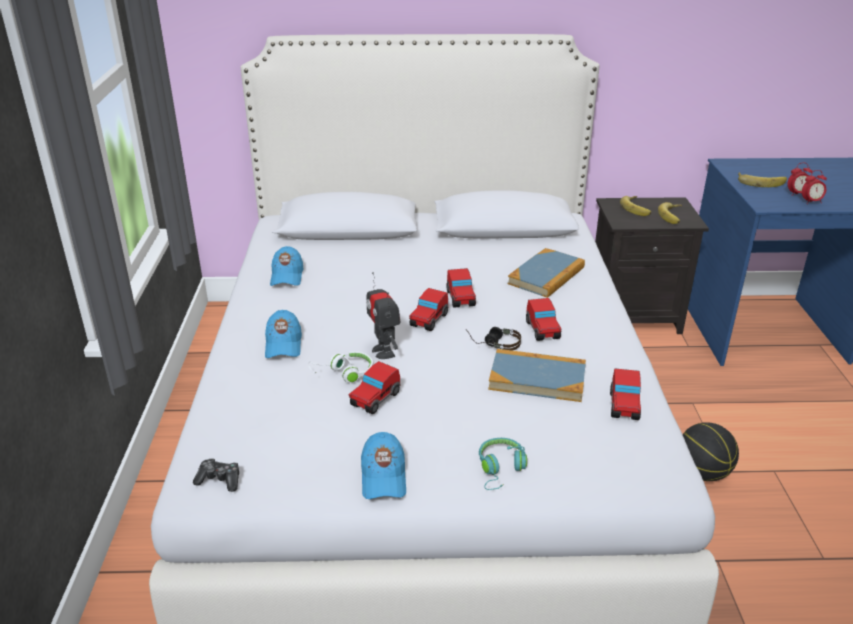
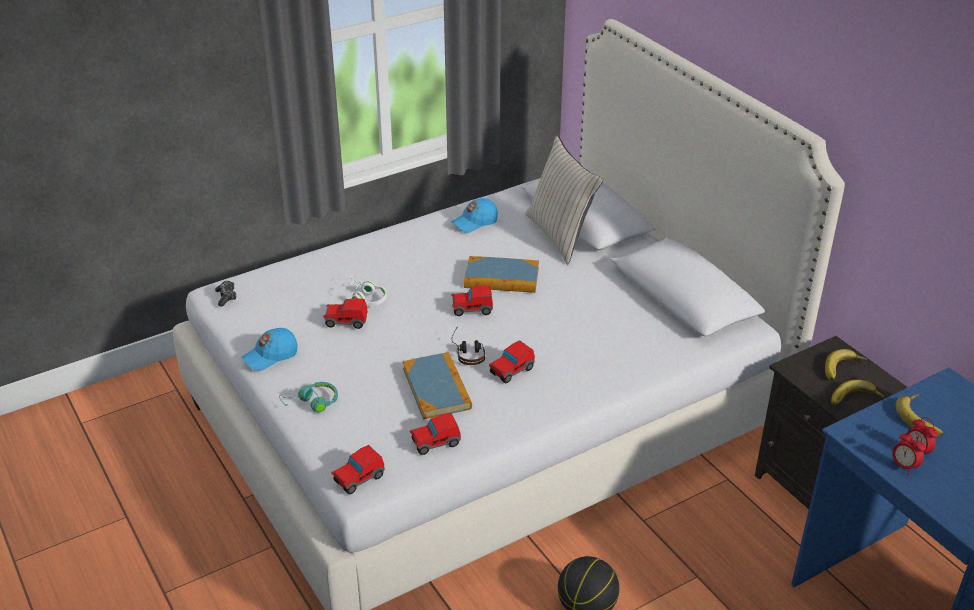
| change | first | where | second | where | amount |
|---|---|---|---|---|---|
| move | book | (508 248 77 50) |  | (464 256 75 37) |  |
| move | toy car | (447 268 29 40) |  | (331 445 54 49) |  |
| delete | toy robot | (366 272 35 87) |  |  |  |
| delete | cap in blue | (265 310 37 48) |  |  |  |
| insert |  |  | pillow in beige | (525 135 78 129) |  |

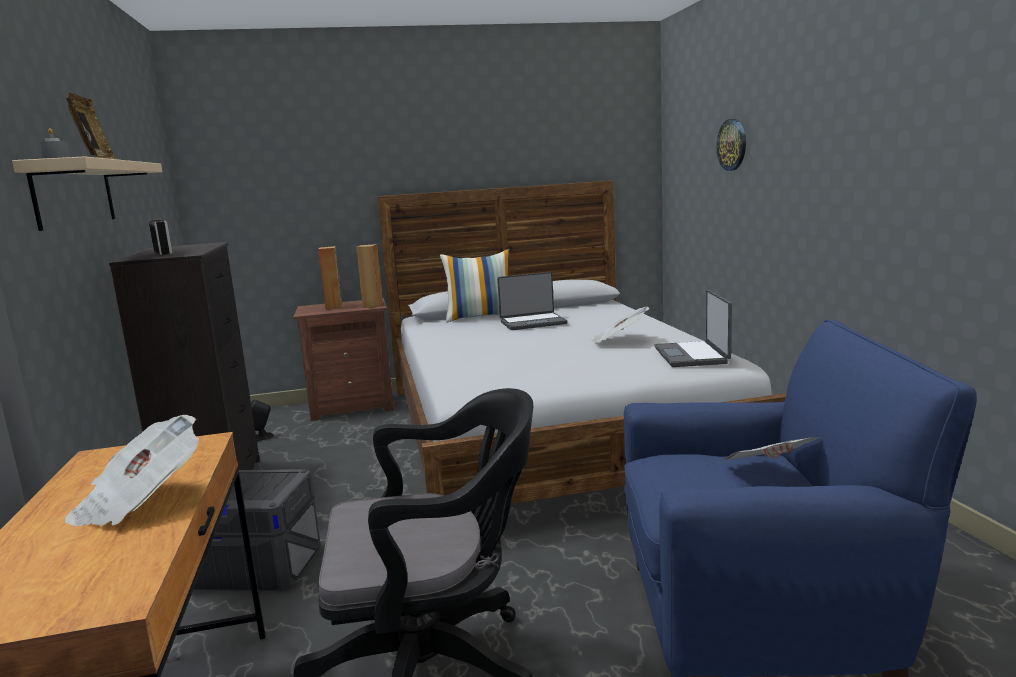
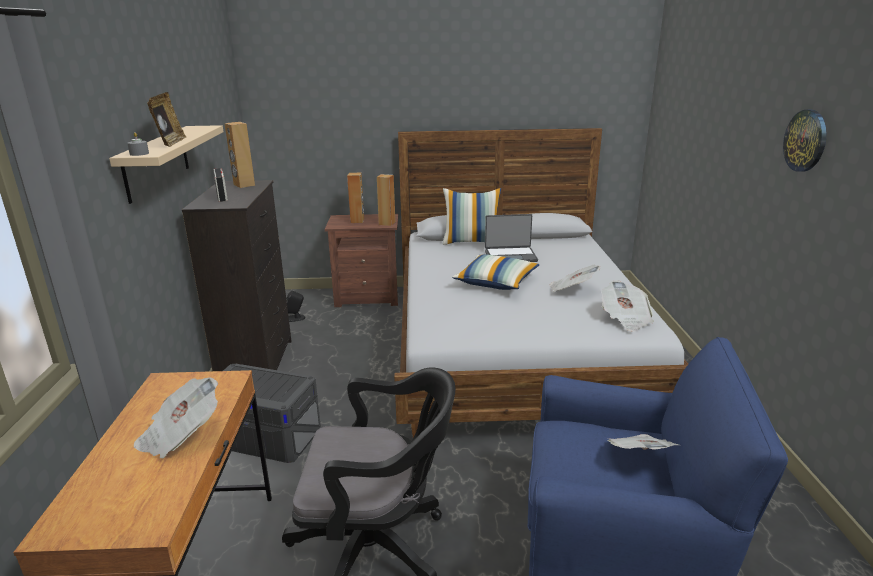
| change | first | where | second | where | amount |
|---|---|---|---|---|---|
| move | wall clock | (717 119 29 52) |  | (783 109 43 63) |  |
| replace | laptop | (654 290 78 77) | newspaper | (601 280 53 52) |  |
| insert |  |  | speaker in brown | (225 122 30 66) |  |
| insert |  |  | pillow | (452 254 87 36) |  |

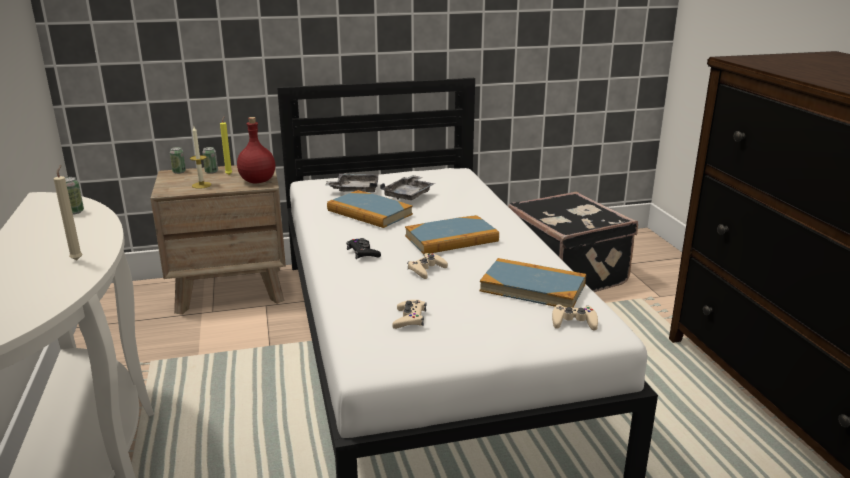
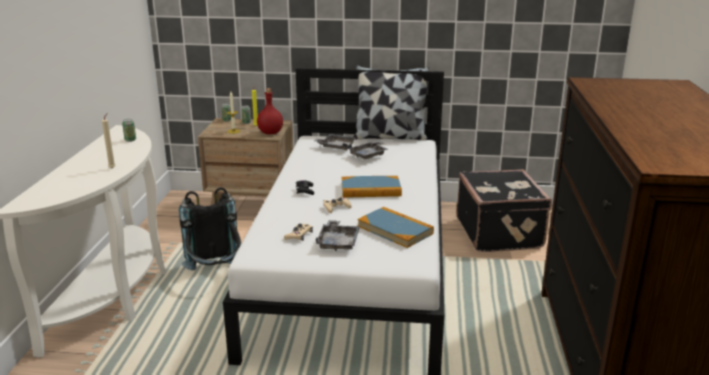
| change | first | where | second | where | amount |
|---|---|---|---|---|---|
| delete | book | (327 190 86 38) |  |  |  |
| delete | game controller in beige | (552 304 46 27) |  |  |  |
| insert |  |  | pillow | (353 65 76 76) |  |
| insert |  |  | backpack in black | (179 187 62 83) |  |
| insert |  |  | tray in grey | (316 220 44 31) |  |

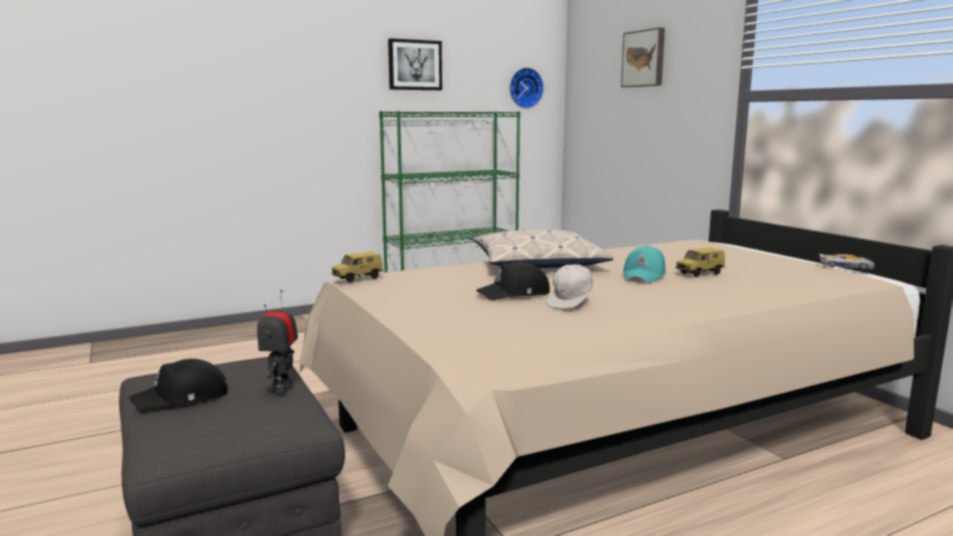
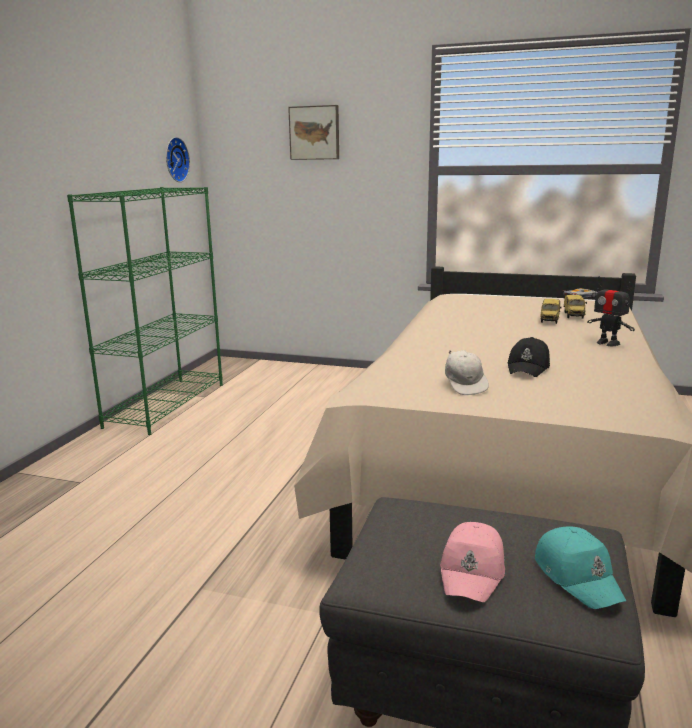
| change | first | where | second | where | amount |
|---|---|---|---|---|---|
| delete | picture | (388 38 54 52) |  |  |  |
| delete | pillow | (474 229 140 39) |  |  |  |
| move | cap in turquoise | (623 245 43 38) |  | (535 527 92 82) |  |
| move | toy car | (332 251 51 32) |  | (563 295 24 24) |  |
| move | cap in white | (546 264 47 45) |  | (445 350 44 45) |  |
| move | toy robot | (257 290 41 104) |  | (587 276 48 70) |  |
| recolor | cap in black | (129 359 99 51) | cap in pink | (440 522 65 80) |  |

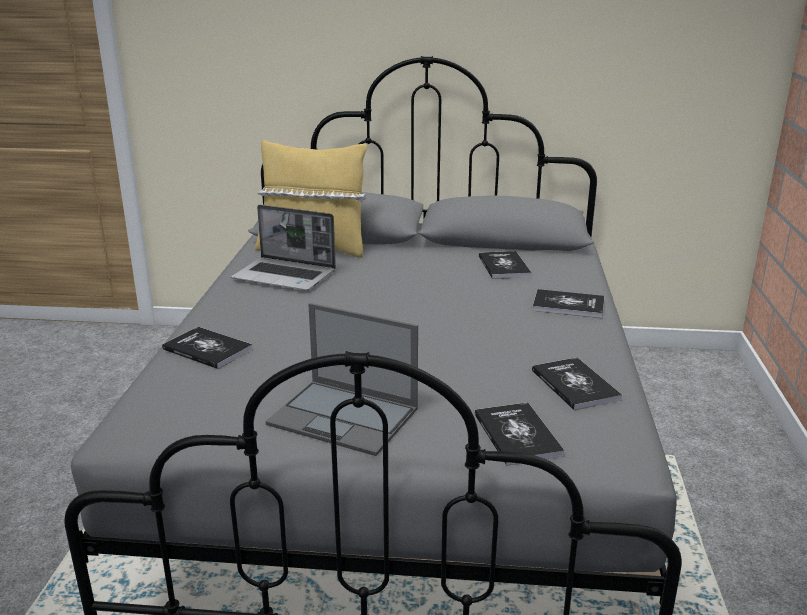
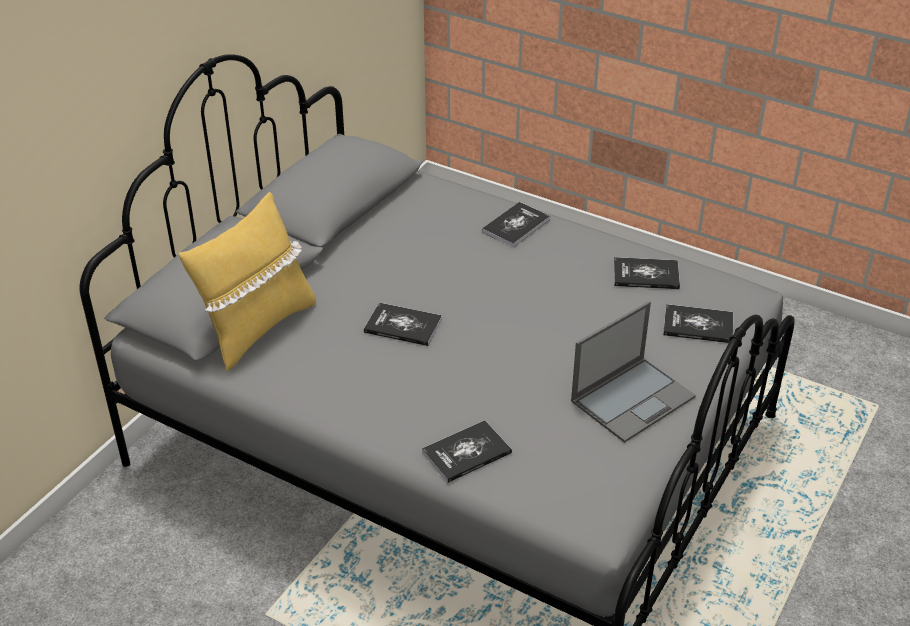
| change | first | where | second | where | amount |
|---|---|---|---|---|---|
| delete | laptop | (231 205 105 86) |  |  |  |
| move | book | (479 251 53 28) |  | (364 303 78 43) |  |

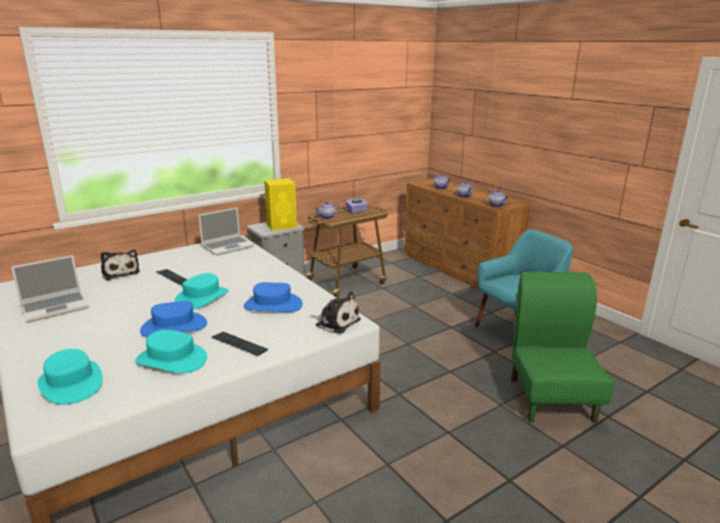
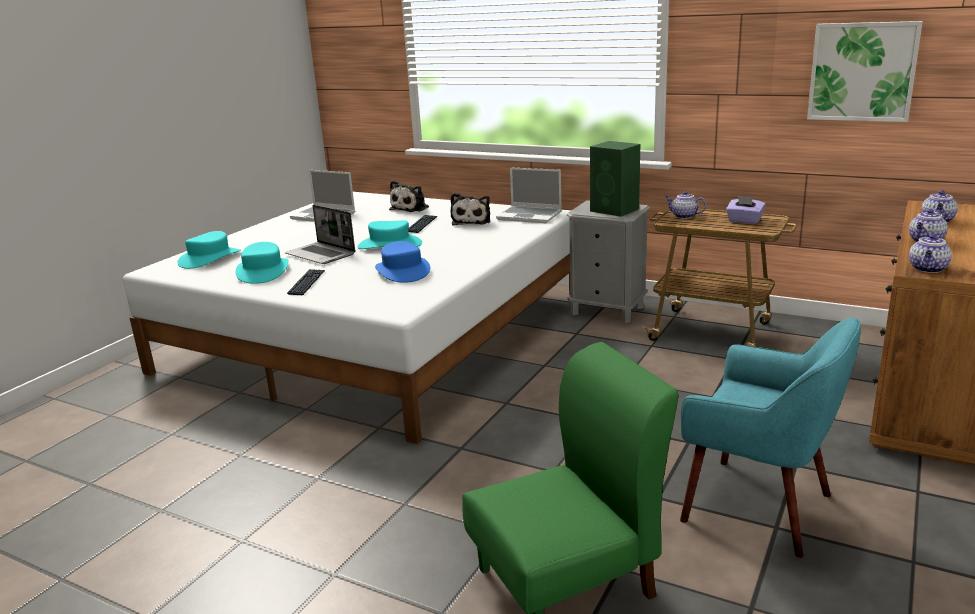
| change | first | where | second | where | amount |
|---|---|---|---|---|---|
| recolor | speaker in yellow | (264 178 33 52) | speaker in green | (590 141 50 76) |  |
| move | plush toy | (310 292 51 42) |  | (451 193 39 33) |  |
| replace | hat in blue | (140 301 67 36) | laptop | (285 205 70 59) |  |
| insert |  |  | picture | (807 21 116 101) |  |

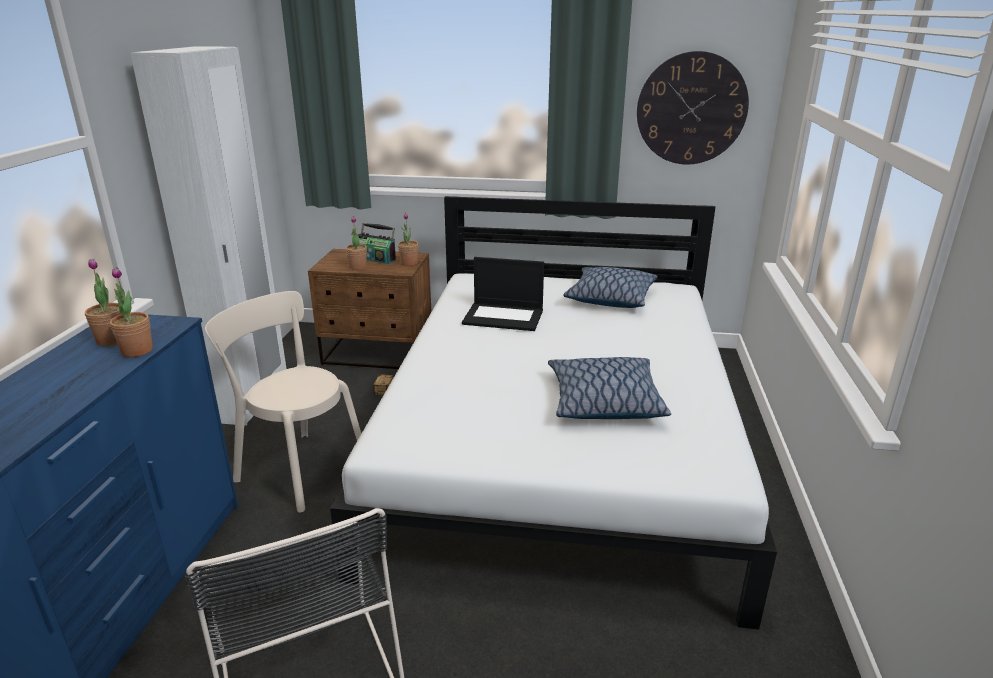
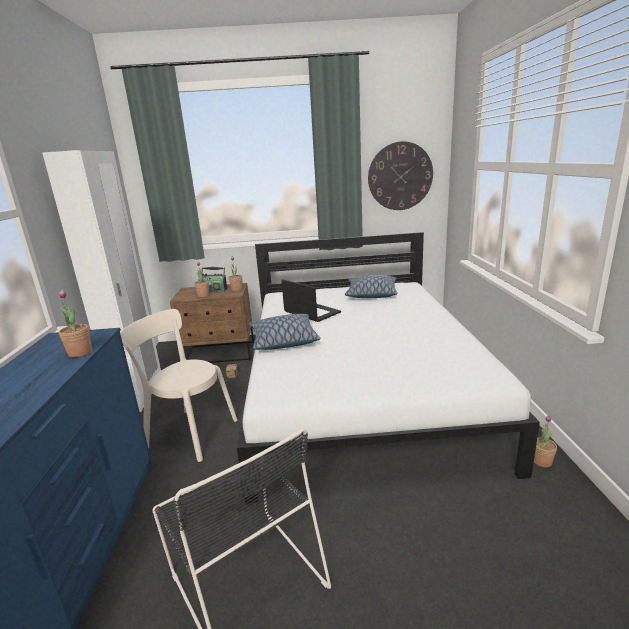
| change | first | where | second | where | amount |
|---|---|---|---|---|---|
| rotate | laptop | (462 257 82 74) |  | (281 279 60 43) | 135 degrees counterclockwise |
| move | potted plant | (85 259 36 87) |  | (534 415 23 52) |  |
| move | pillow | (548 357 123 62) |  | (249 314 71 36) |  |

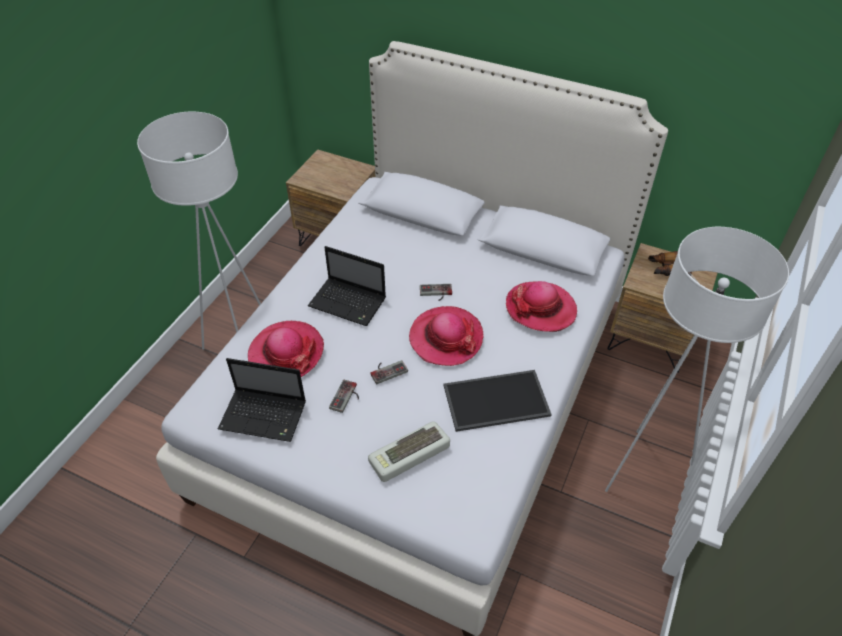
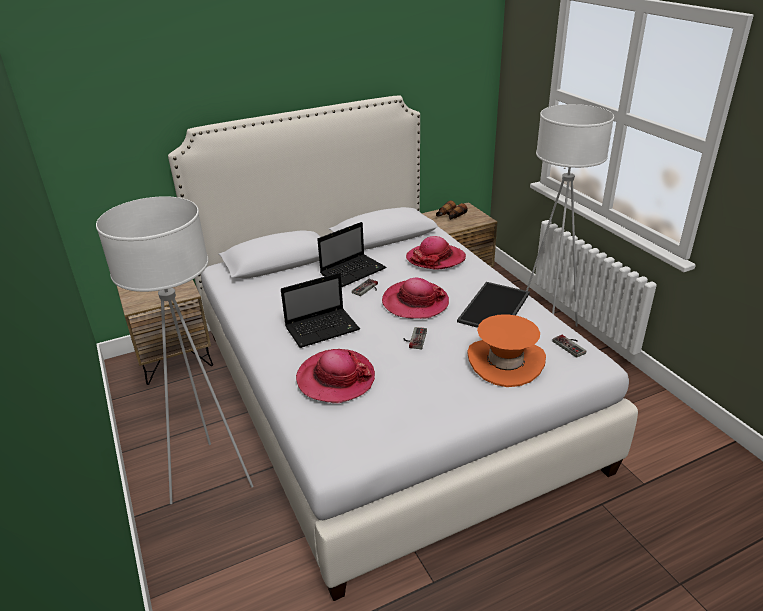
| change | first | where | second | where | amount |
|---|---|---|---|---|---|
| move | laptop | (218 358 88 84) |  | (317 222 69 65) |  |
| move | game controller | (329 379 30 34) |  | (552 335 34 23) |  |
| replace | keyboard | (368 421 82 61) | hat in orange | (467 314 79 73) |  |

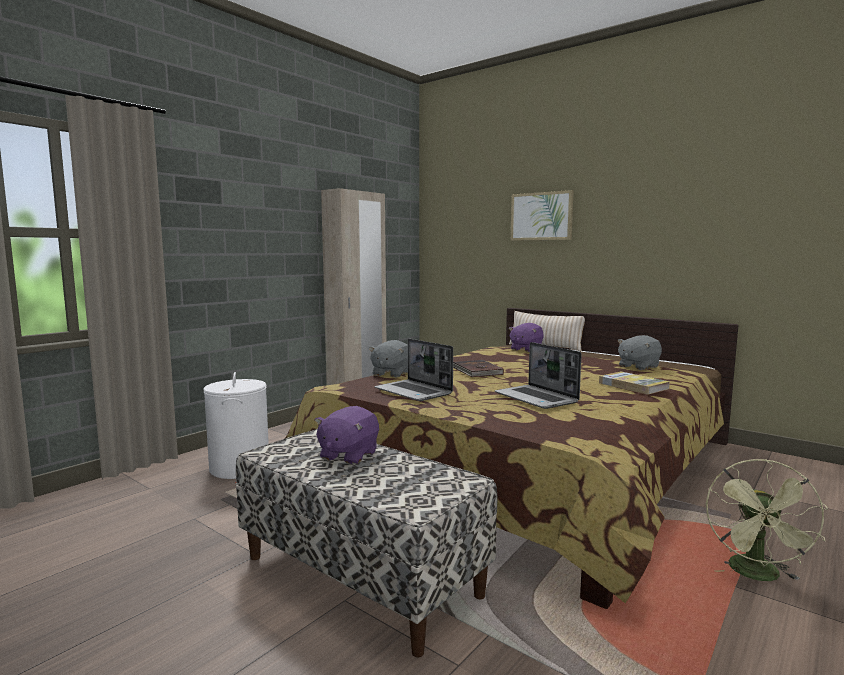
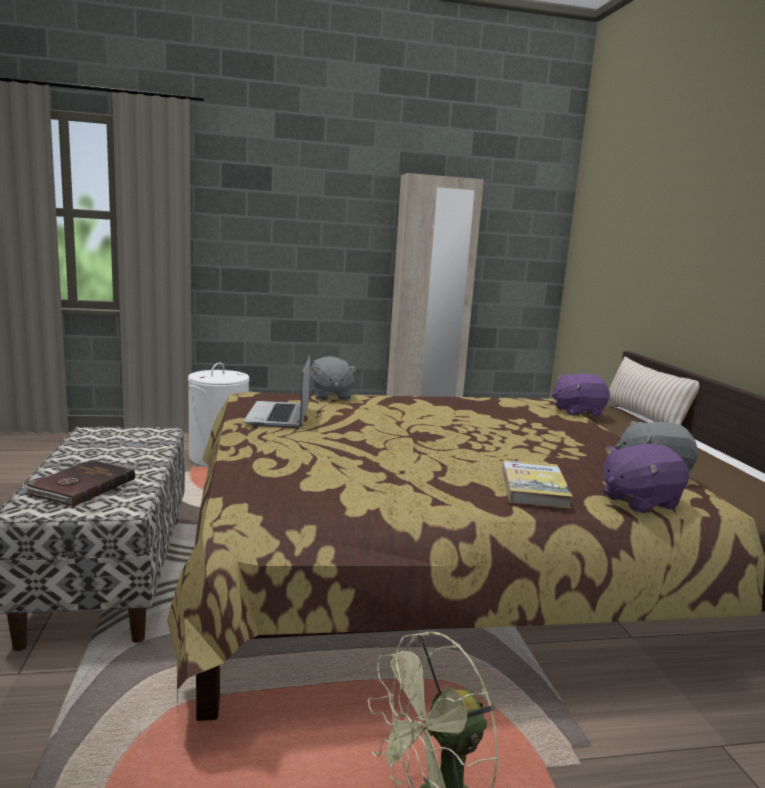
| change | first | where | second | where | amount |
|---|---|---|---|---|---|
| delete | picture | (511 190 63 51) |  |  |  |
| rotate | plush toy in grey | (368 340 40 37) |  | (310 356 47 44) | 75 degrees counterclockwise |
| delete | laptop | (495 342 87 67) |  |  |  |
| move | book in brown | (453 360 51 17) |  | (22 460 113 47) |  |
| move | plush toy in purple | (315 406 64 59) |  | (603 444 86 69) |  |

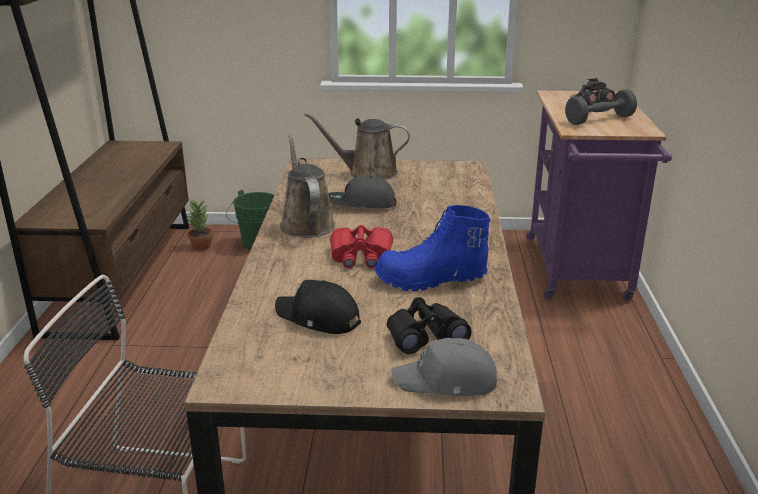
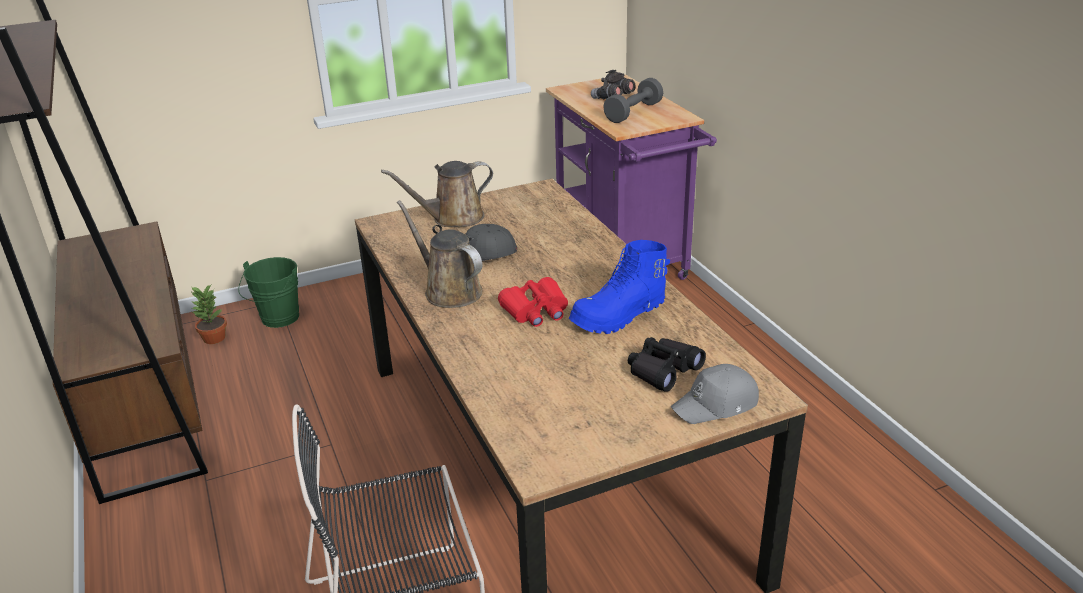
| change | first | where | second | where | amount |
|---|---|---|---|---|---|
| delete | cap in black | (275 280 86 54) |  |  |  |

